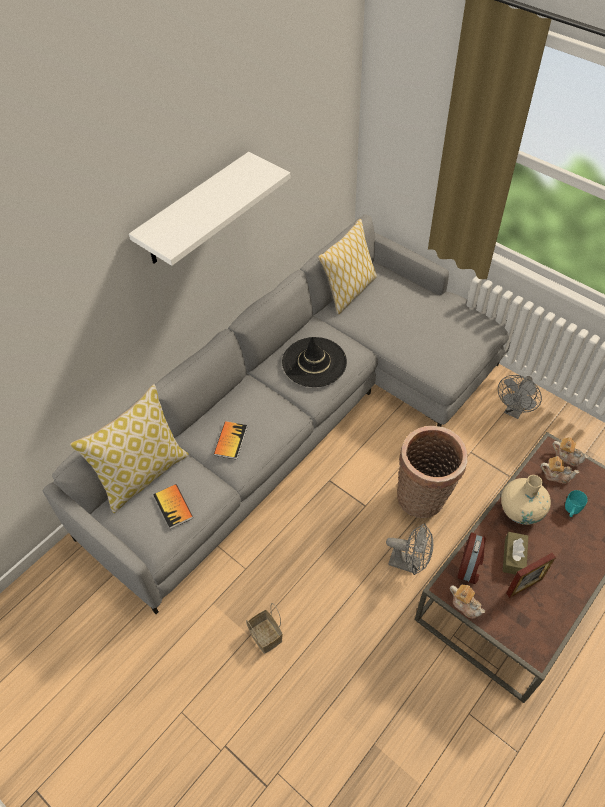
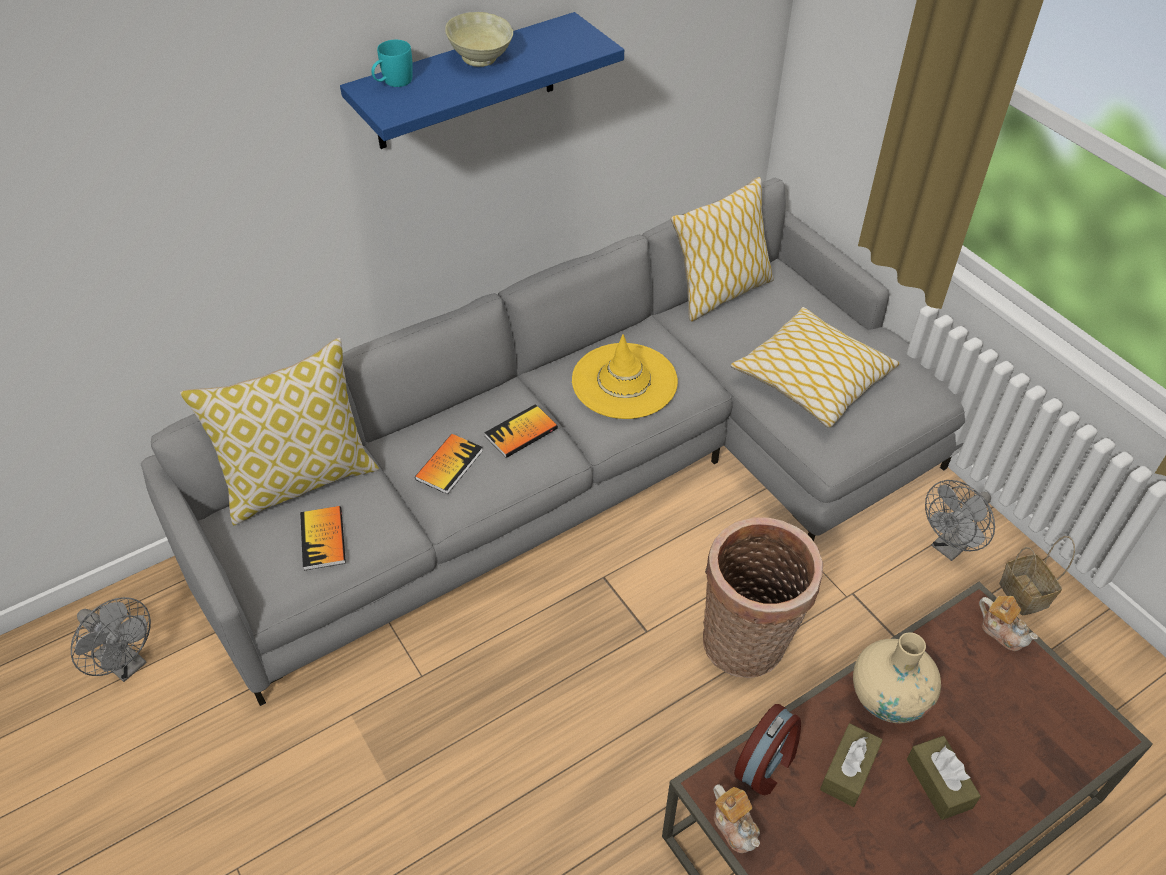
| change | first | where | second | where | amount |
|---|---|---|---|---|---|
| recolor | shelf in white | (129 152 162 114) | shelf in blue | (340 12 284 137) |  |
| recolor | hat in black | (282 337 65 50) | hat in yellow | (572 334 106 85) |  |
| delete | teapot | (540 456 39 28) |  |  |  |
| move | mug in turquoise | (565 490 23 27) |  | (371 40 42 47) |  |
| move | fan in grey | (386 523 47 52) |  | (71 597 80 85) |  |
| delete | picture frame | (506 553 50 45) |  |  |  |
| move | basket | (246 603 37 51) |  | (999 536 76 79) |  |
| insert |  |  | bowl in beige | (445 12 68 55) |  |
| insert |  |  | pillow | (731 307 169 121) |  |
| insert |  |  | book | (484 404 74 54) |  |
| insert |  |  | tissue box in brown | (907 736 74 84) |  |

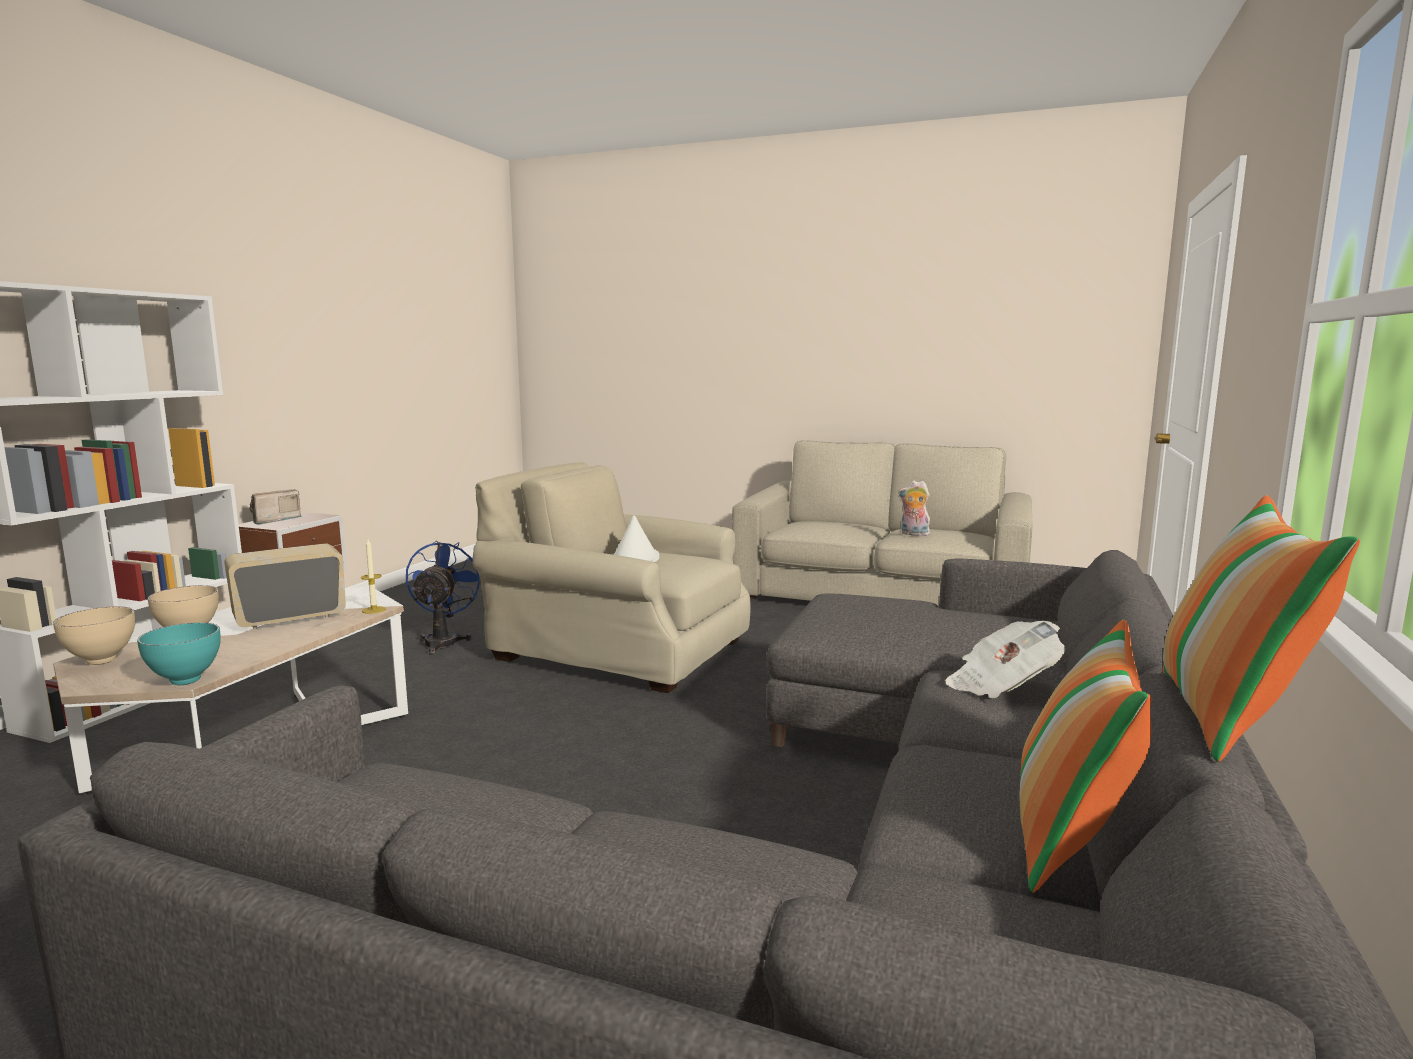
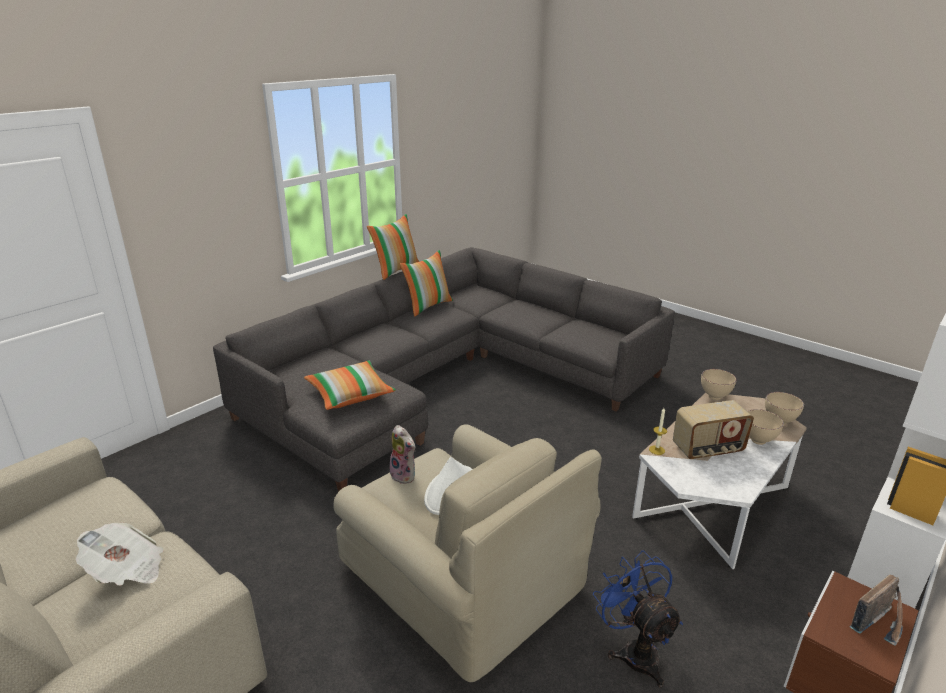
| change | first | where | second | where | amount |
|---|---|---|---|---|---|
| move | plush toy | (898 481 32 55) |  | (390 425 25 59) |  |
| rotate | fan in blue | (406 541 74 114) |  | (593 551 90 137) | 135 degrees clockwise |
| move | newspaper | (945 621 120 77) |  | (75 523 88 63) |  |
| recolor | bowl in turquoise | (137 622 84 63) | bowl in beige | (701 369 36 31) |  |
| insert |  |  | pillow | (304 360 92 50) |  |

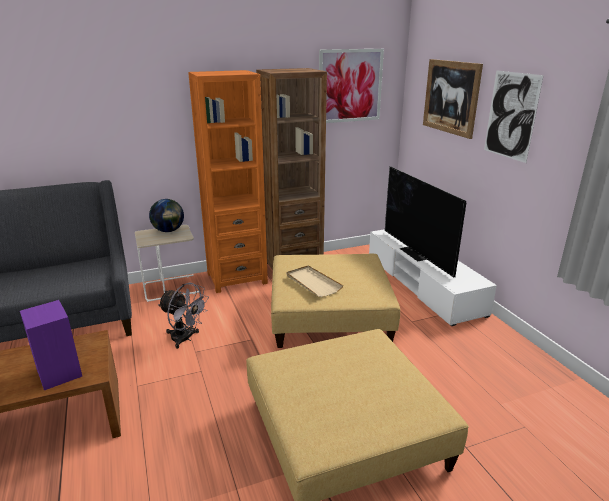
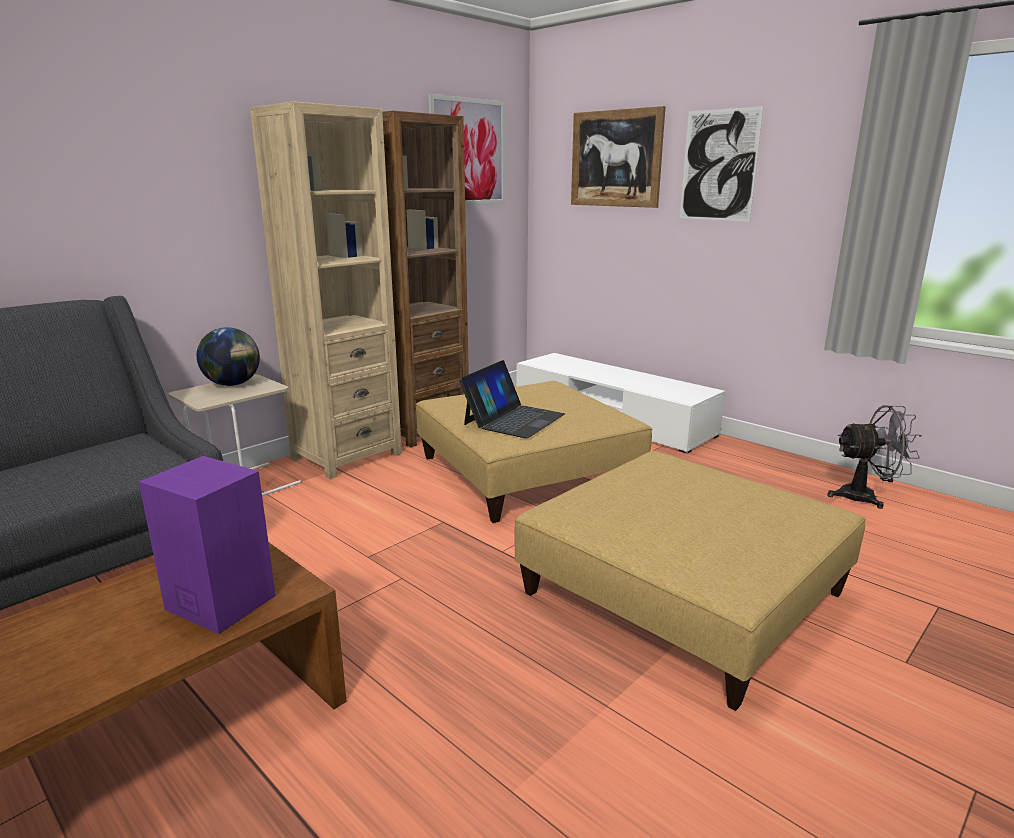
| change | first | where | second | where | amount |
|---|---|---|---|---|---|
| recolor | bookcase in orange | (188 70 80 223) | bookcase in beige | (250 102 152 377) |  |
| delete | television | (385 166 81 111) |  |  |  |
| replace | tray in beige | (287 265 56 32) | laptop | (459 360 106 78) |  |
| move | fan in grey | (158 282 51 67) |  | (827 405 95 104) |  |

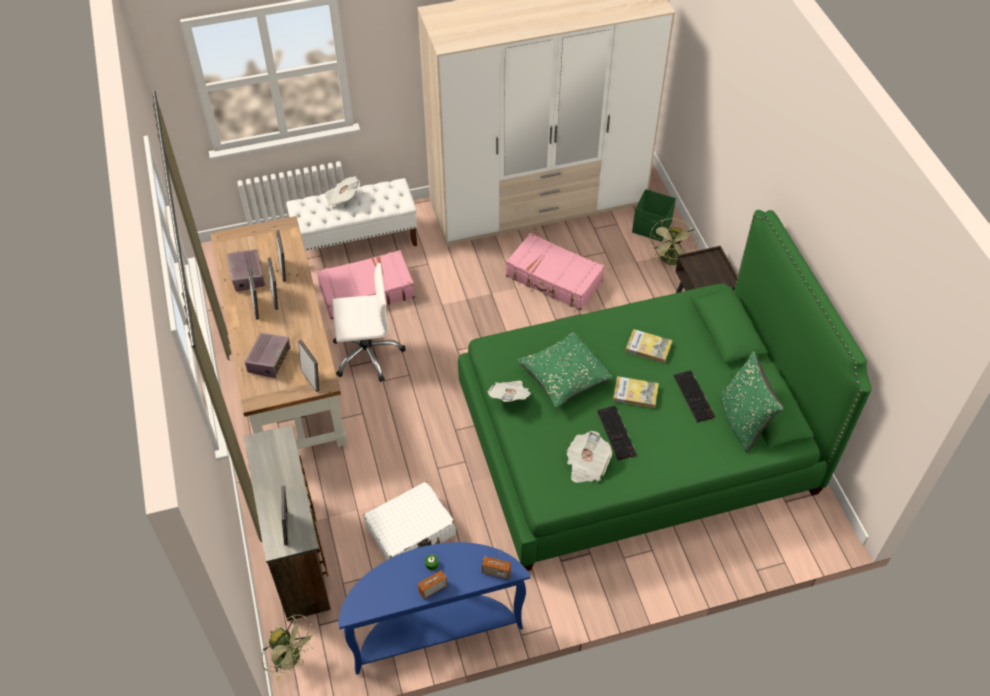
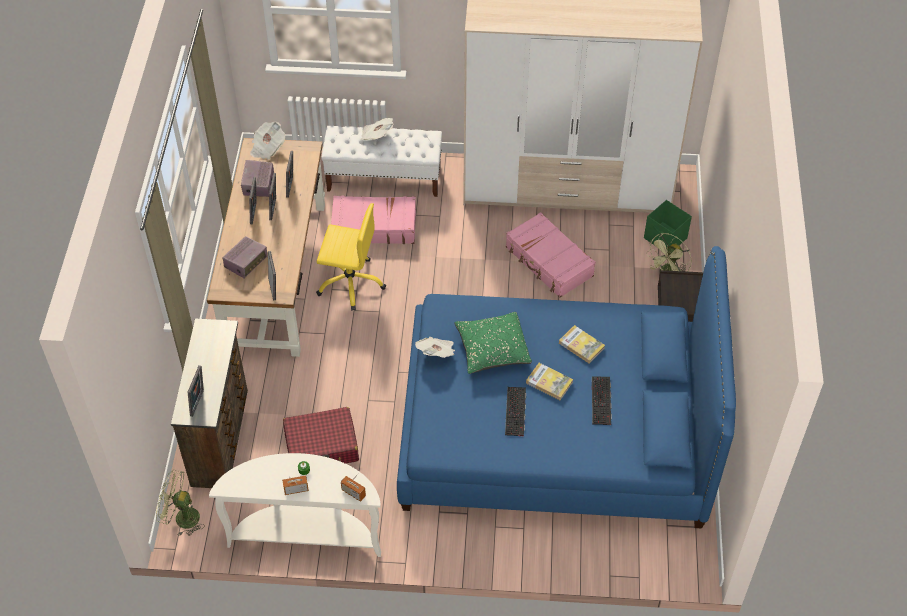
| change | first | where | second | where | amount |
|---|---|---|---|---|---|
| recolor | bed in green | (458 210 414 361) | bed in blue | (397 246 339 283) |  |
| recolor | office chair in white | (332 263 74 119) | office chair in yellow | (316 203 70 108) |  |
| delete | pillow in green | (720 351 64 101) |  |  |  |
| move | newspaper | (567 431 45 52) |  | (250 122 35 38) |  |
| recolor | suitcase in white | (363 482 93 78) | suitcase in red | (283 407 76 57) |  |
| recolor | console table in blue | (338 542 192 133) | console table in white | (209 453 172 104) |  |
| rotate | fan in green | (261 614 55 67) |  | (156 470 48 66) | 135 degrees clockwise |

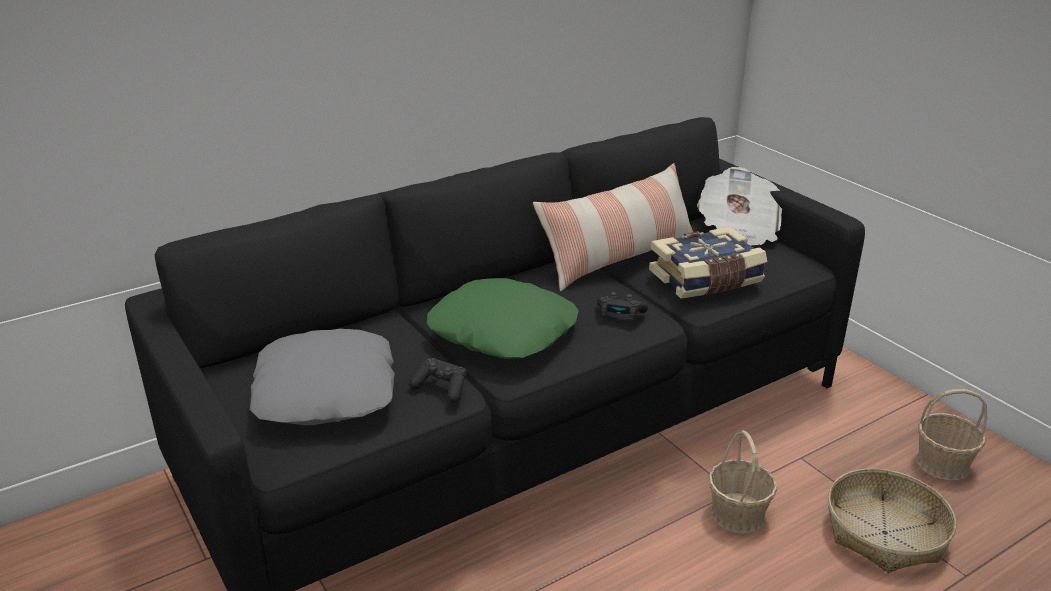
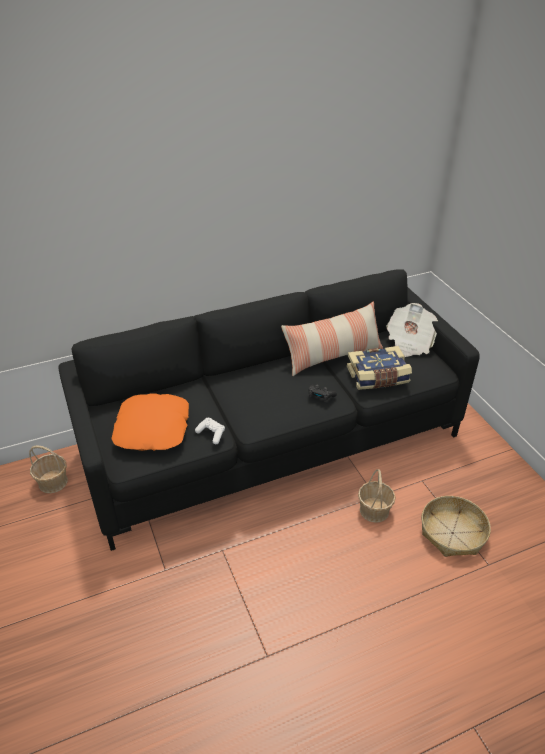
| change | first | where | second | where | amount |
|---|---|---|---|---|---|
| delete | pillow in green | (427 278 152 81) |  |  |  |
| recolor | pillow in grey | (250 329 145 96) | pillow in orange | (111 394 78 57) |  |
| recolor | game controller in black | (409 358 58 45) | game controller in white | (195 418 30 26) |  |
| move | basket | (916 389 71 92) |  | (29 445 39 48) |  |

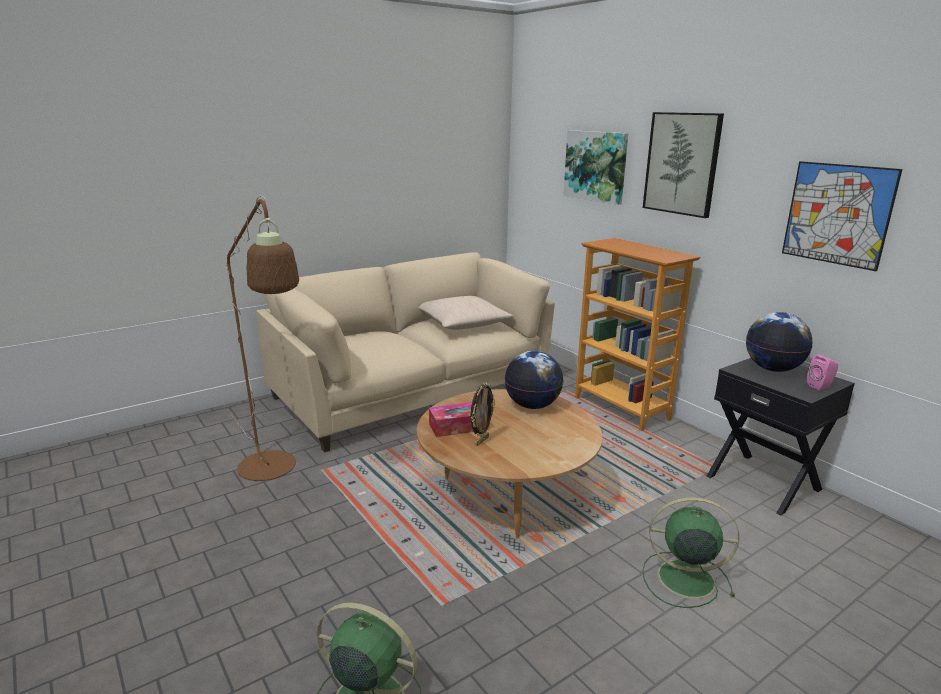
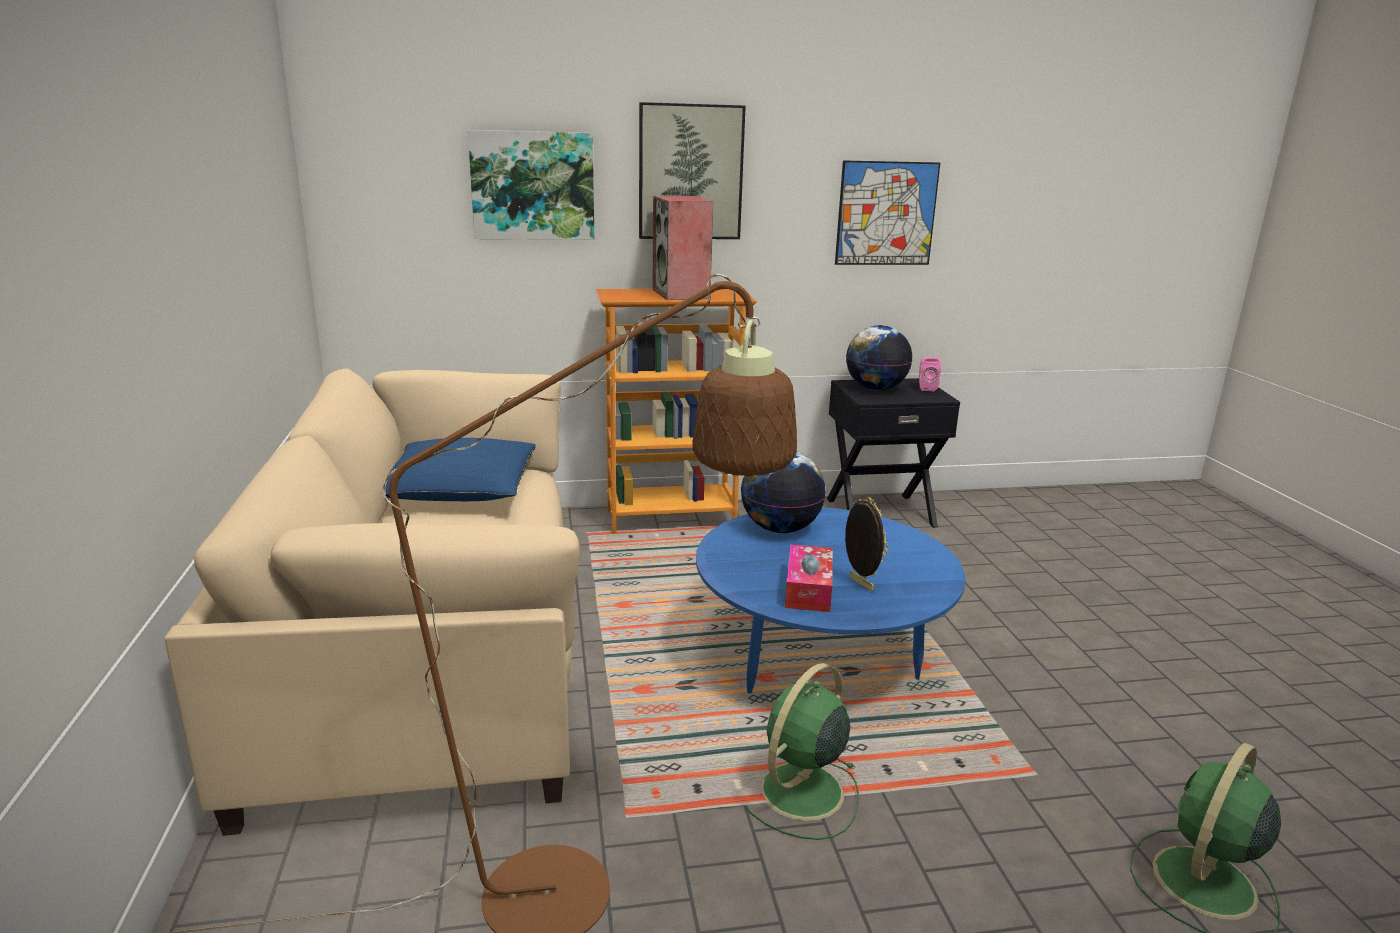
| change | first | where | second | where | amount |
|---|---|---|---|---|---|
| recolor | pillow in beige | (419 296 95 34) | pillow in blue | (385 438 151 63) |  |
| recolor | coffee table in brown | (417 389 186 150) | coffee table in blue | (696 507 269 187) |  |
| move | fan in green | (643 497 97 111) |  | (744 663 115 177) |  |
| insert |  |  | speaker | (652 196 61 104) |  |

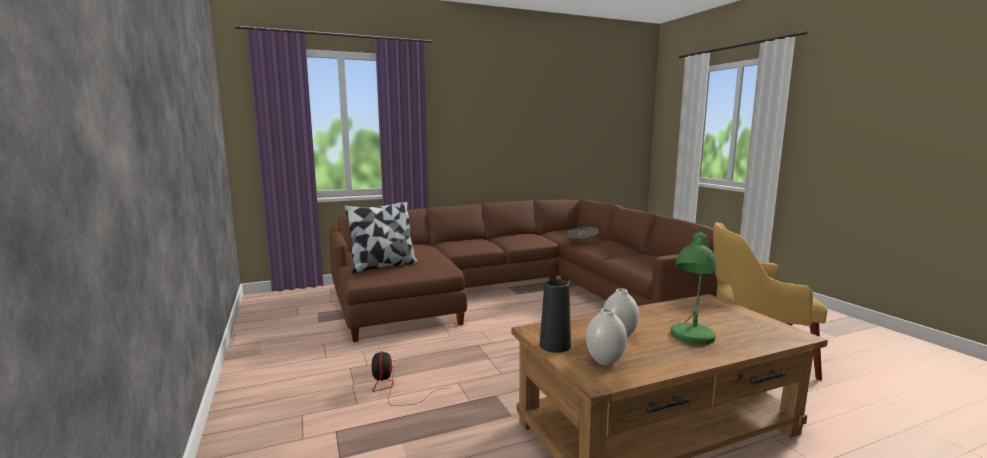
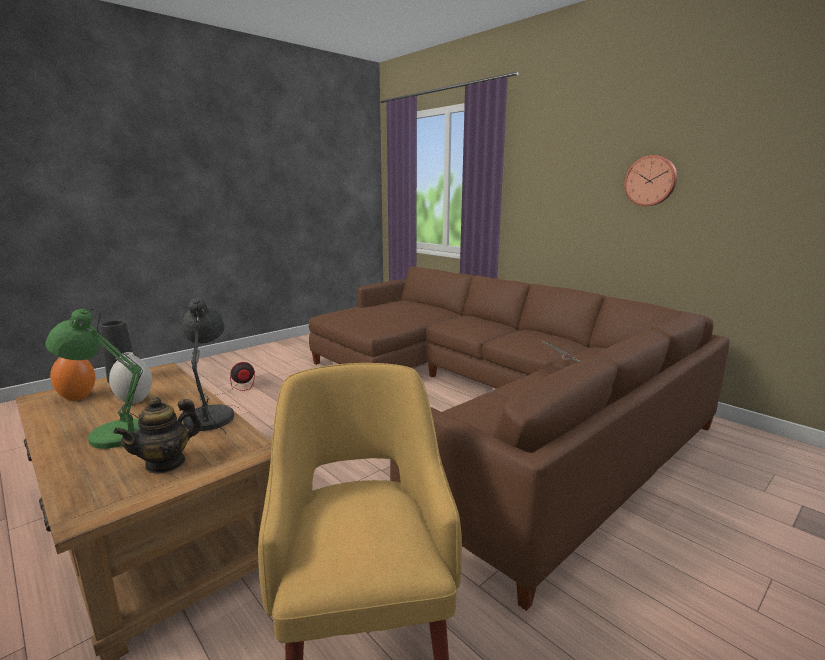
| change | first | where | second | where | amount |
|---|---|---|---|---|---|
| delete | pillow | (343 201 75 72) |  |  |  |
| recolor | vase in white | (586 308 41 57) | vase in orange | (50 357 45 44) |  |
| insert |  |  | wall clock | (624 155 53 51) |  |
| insert |  |  | table lamp in grey | (182 298 52 136) |  |
| insert |  |  | teapot | (113 397 89 77) |  |

